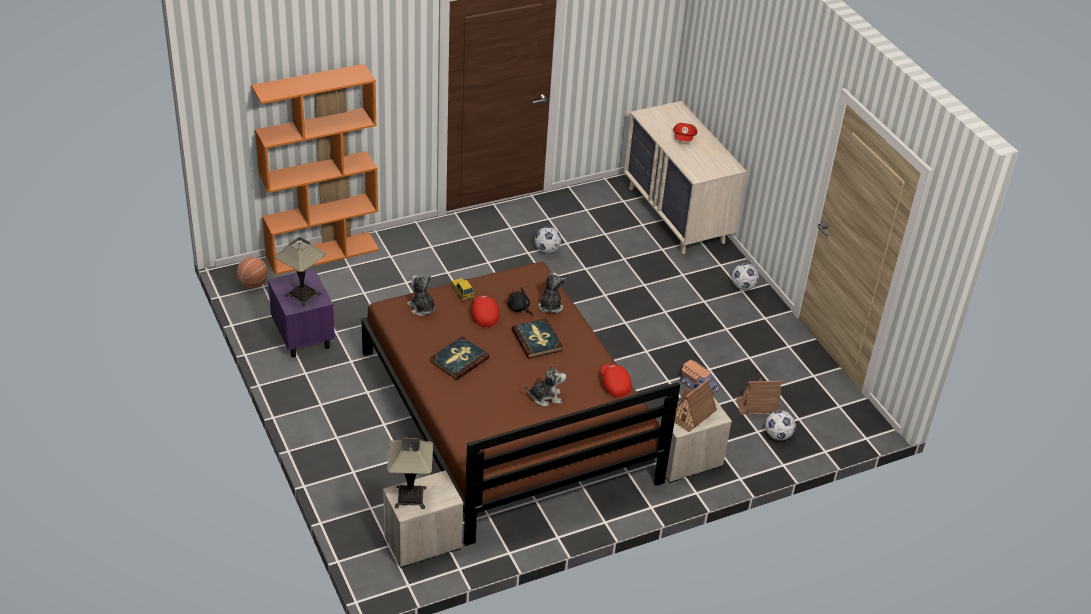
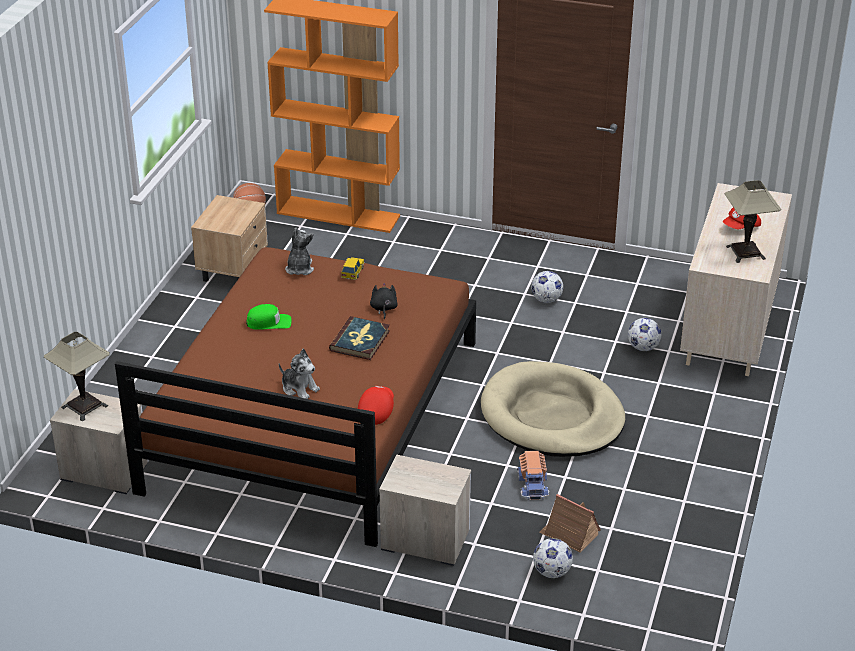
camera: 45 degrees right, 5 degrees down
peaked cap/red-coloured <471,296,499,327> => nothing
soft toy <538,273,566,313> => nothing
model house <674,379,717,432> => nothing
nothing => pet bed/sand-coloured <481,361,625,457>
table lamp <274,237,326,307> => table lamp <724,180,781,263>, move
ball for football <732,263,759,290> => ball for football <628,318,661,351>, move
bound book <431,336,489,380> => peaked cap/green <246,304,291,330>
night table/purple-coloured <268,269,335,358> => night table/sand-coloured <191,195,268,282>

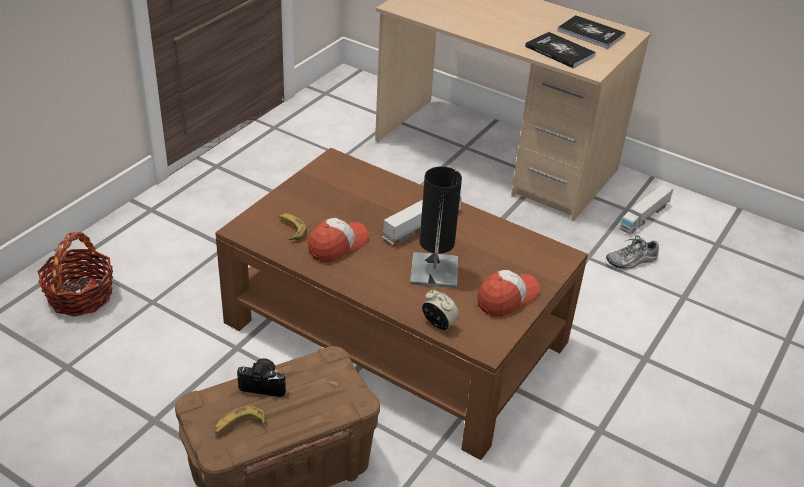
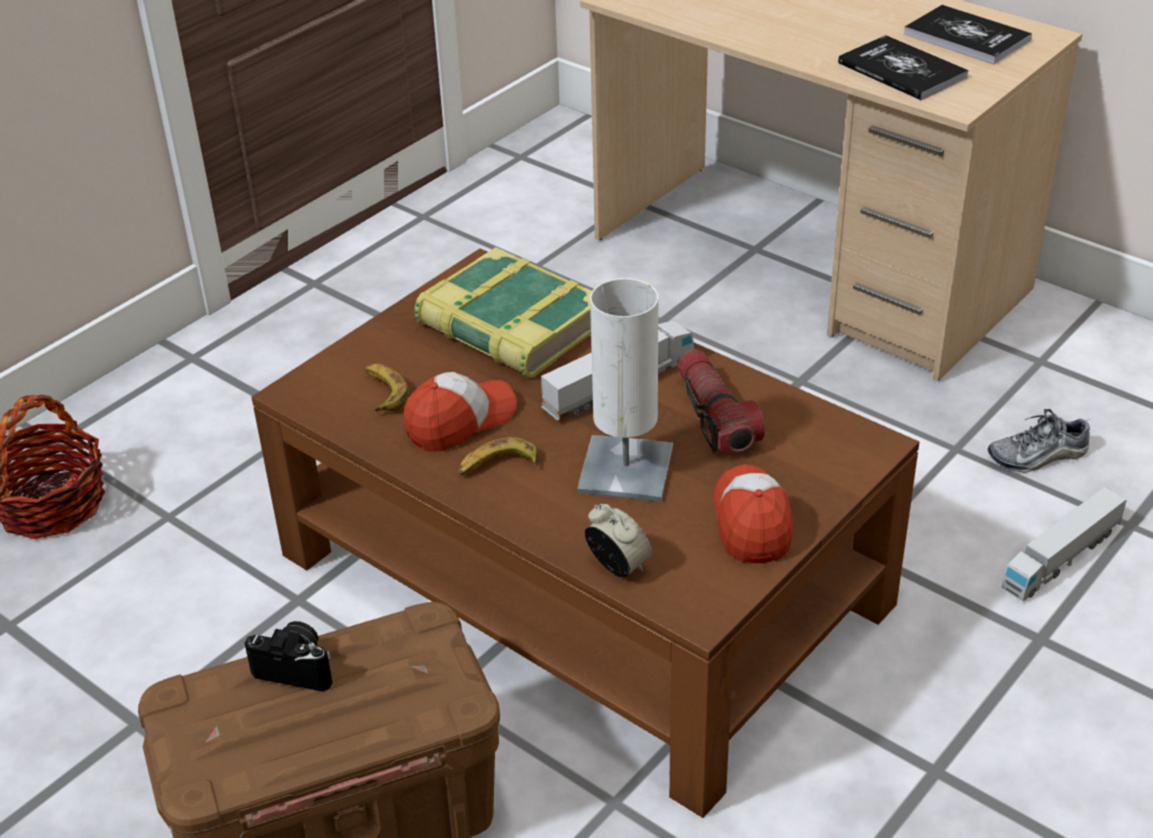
camera: 10 degrees right, 0 degrees up
nothing => bound book <414,247,592,377>
nothing => hand torch <677,349,765,453>
banana fruit <215,406,266,434> => banana fruit <459,437,538,476>, move
model truck <619,184,673,235> => model truck <1001,486,1127,601>, move
table lamp/blackish <410,166,462,288> => table lamp/white <577,278,673,502>
peaked cap <477,270,540,317> => peaked cap <713,464,793,563>, 60 degrees counterclockwise

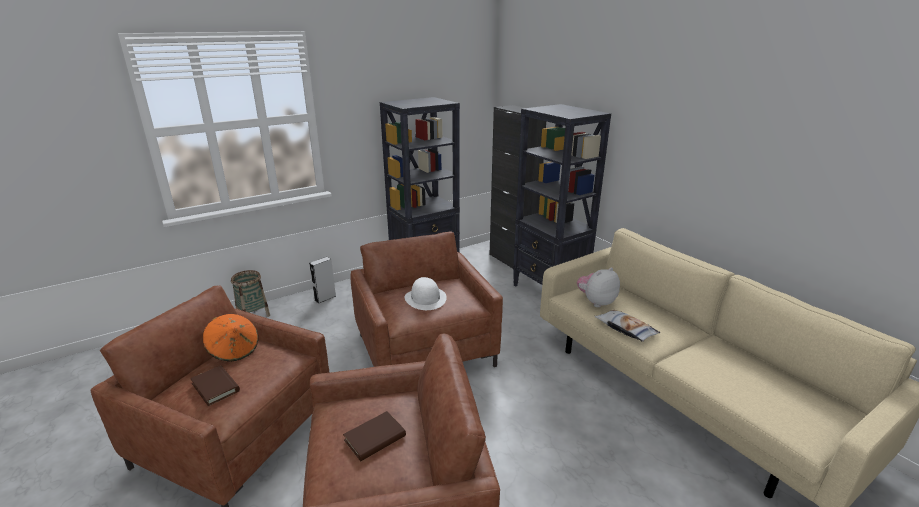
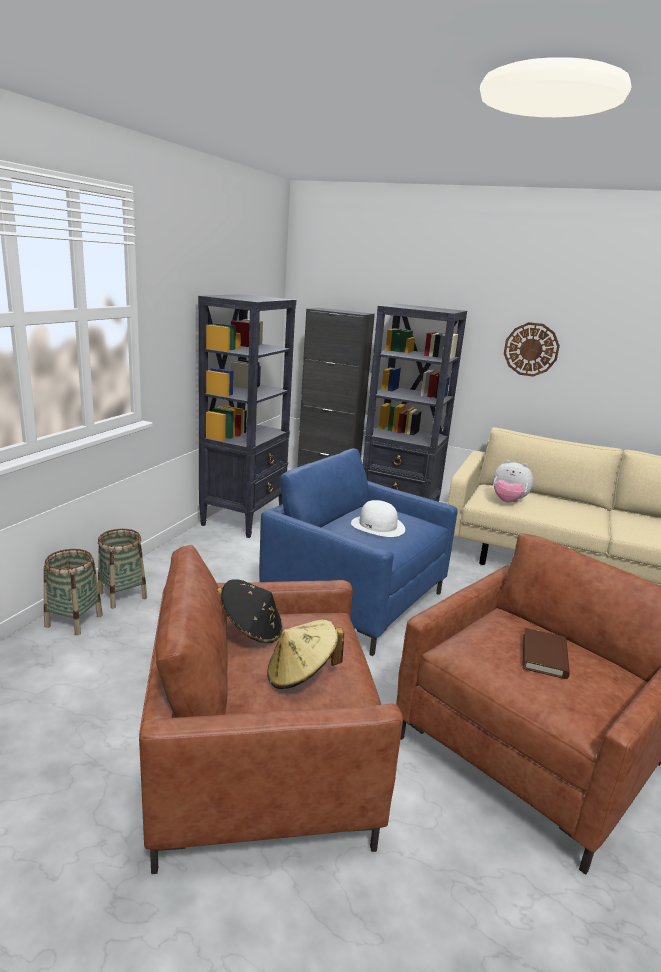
camera: 35 degrees left, 5 degrees down
audio speaker/gray <309,257,336,304> => nothing
throw pillow <594,310,660,342> => nothing
nothing => basket <98,529,147,609>
nothing => wall clock <504,322,560,377>
bound book/brown-coloured <190,365,240,406> => wearable hat/sand-coloured <267,620,344,689>
wearable hat/orange <203,314,258,362> => wearable hat/blackish <217,579,282,643>
armchair/brown-coloured <350,231,503,367> => armchair/bluish <259,449,458,656>
soft toy <577,267,620,307> => soft toy <493,460,533,502>, 90 degrees counterclockwise

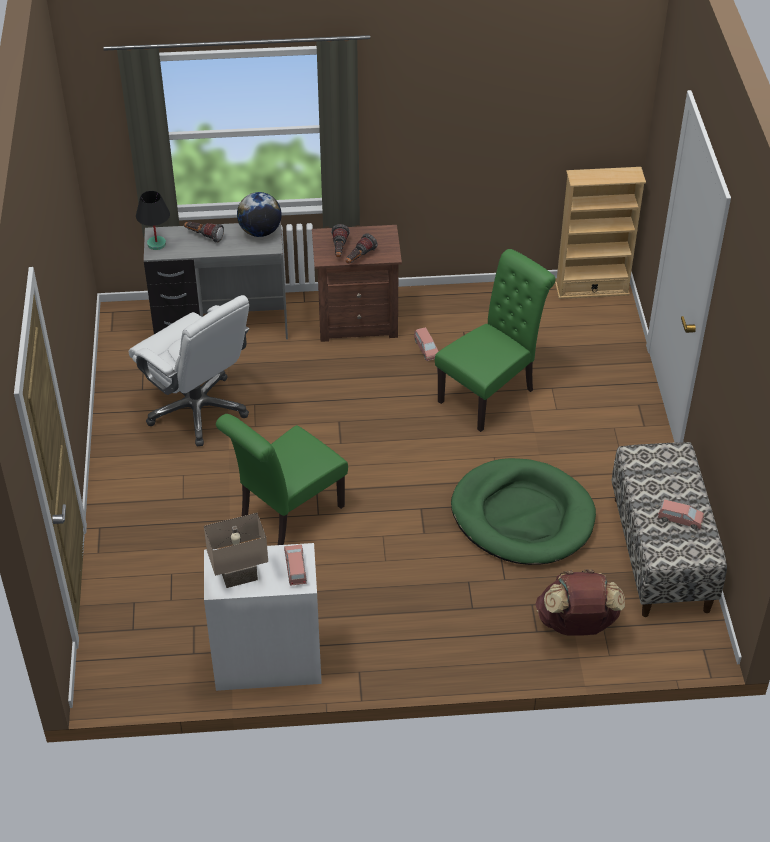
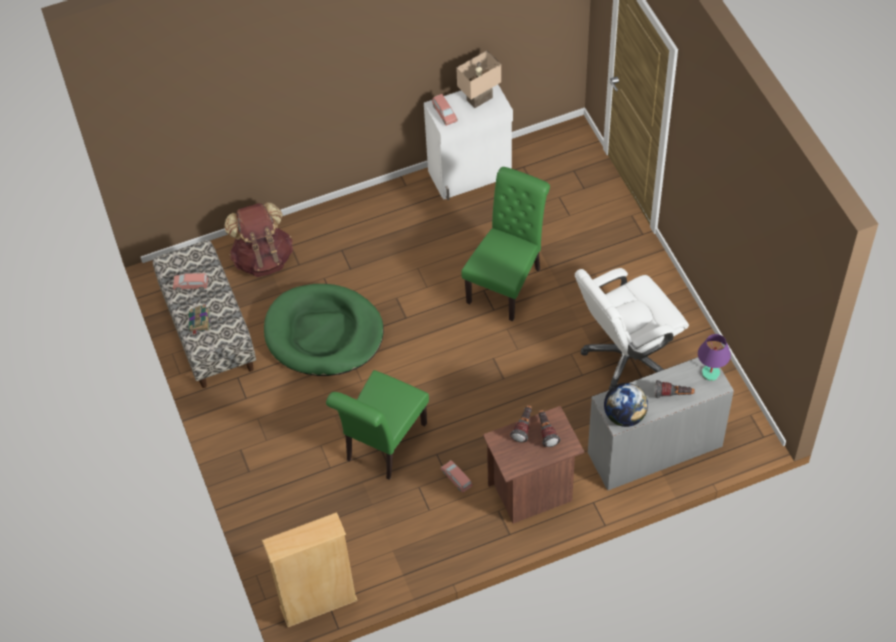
camera: 165 degrees right, 10 degrees up
nothing => bound book <189,304,210,335>
table lamp/blackish <136,191,170,250> => table lamp/purple-coloured <698,334,731,381>
desk chair/white <129,295,249,446> => desk chair/white <575,268,689,390>, 60 degrees counterclockwise

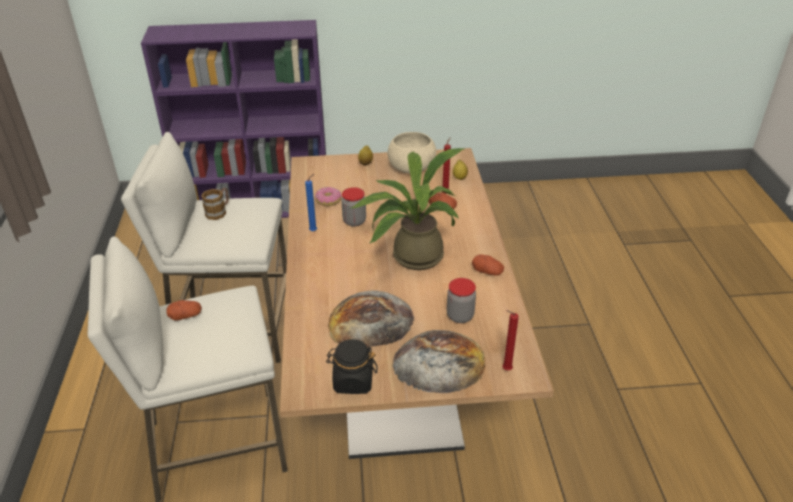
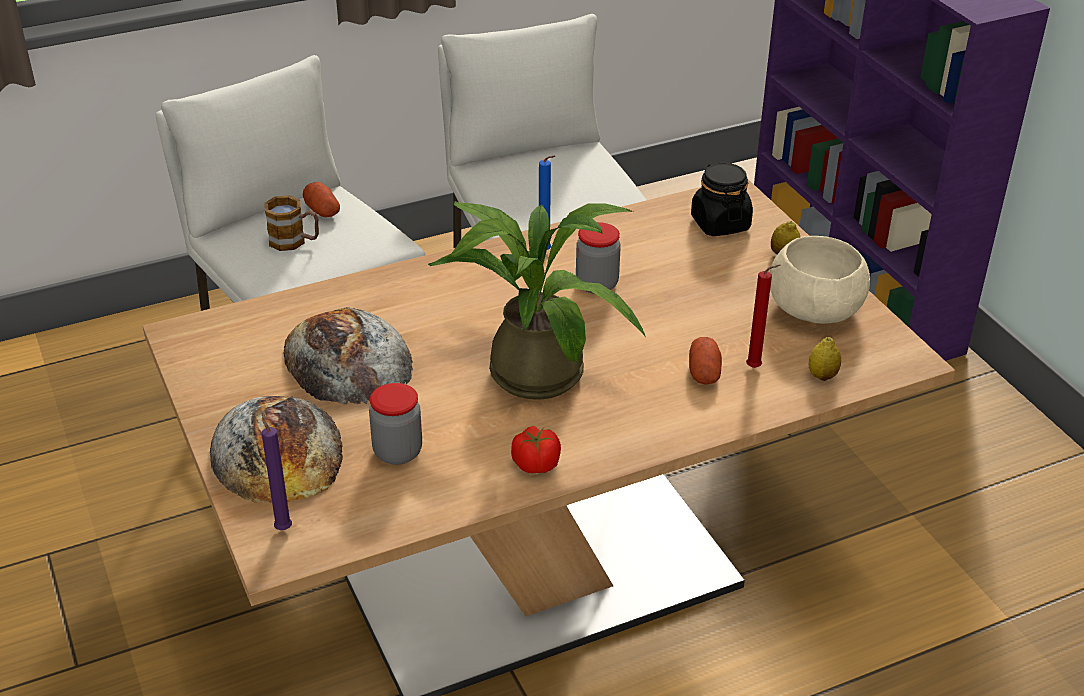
camera: 70 degrees right, 0 degrees up
ring doughnut <315,187,342,206> => nothing
tea mug <201,188,229,220> => tea mug <265,195,319,251>, move
jar/blackish <326,339,378,394> => jar/blackish <691,163,753,236>, move
spud <472,254,504,276> => tomato <511,426,561,474>
candle/red-coloured <503,310,519,370> => candle/purple-coloured <261,411,292,530>

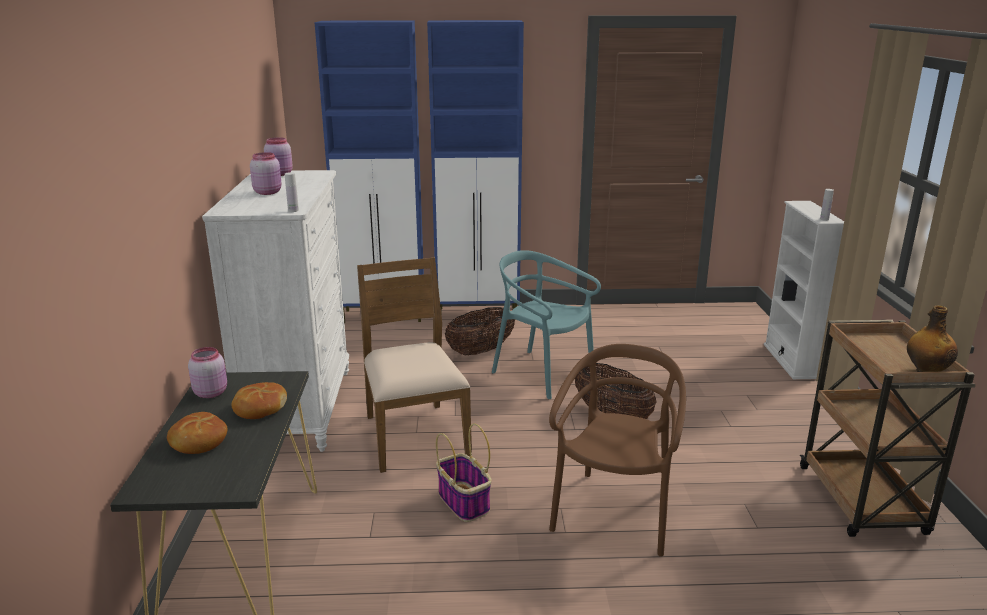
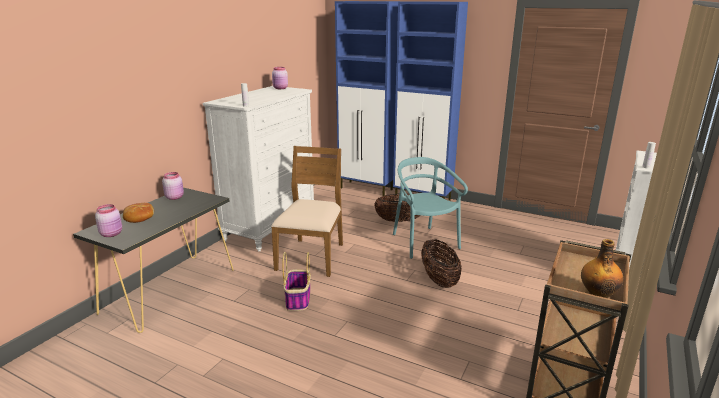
camera: 30 degrees right, 0 degrees up
baked bread <232,382,287,419> => nothing
chair/brown-coloured <549,344,686,557> => nothing
jar/pink-coloured <250,152,282,195> => jar/pink-coloured <95,204,122,237>, move

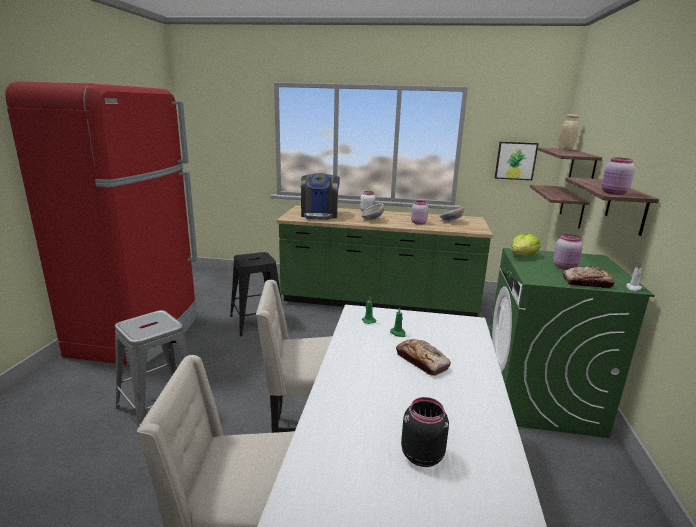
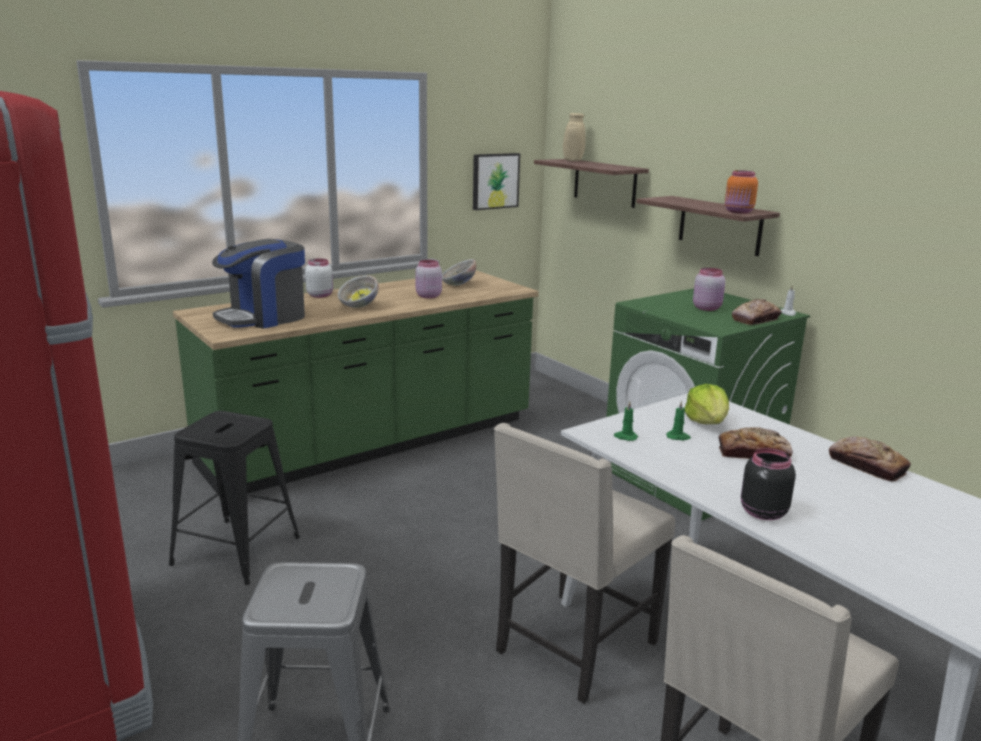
camera: 45 degrees left, 0 degrees up
wall shelf <530,185,590,229> => nothing
nothing => baked bread <829,437,911,481>
jar/blackish <401,397,449,467> => jar/blackish <741,448,796,520>, move
lettuce <511,233,540,256> => lettuce <684,384,729,424>, move
jar/pink-coloured <601,157,635,195> => jar/orange <725,170,758,214>
coffee machine <301,173,340,220> => coffee machine <212,239,305,329>, 90 degrees clockwise

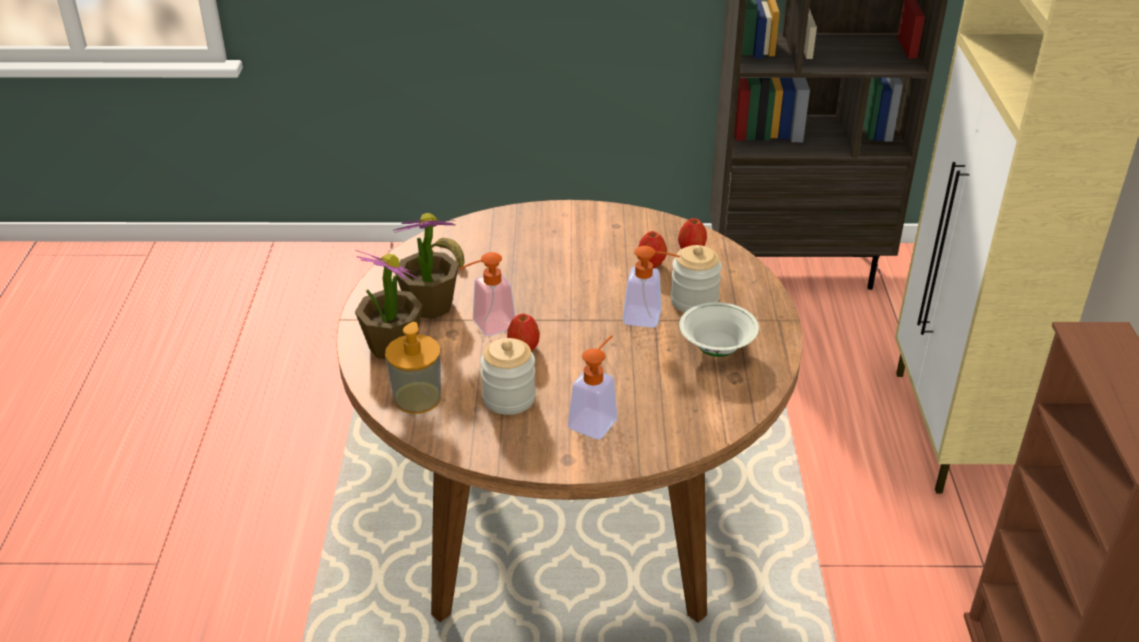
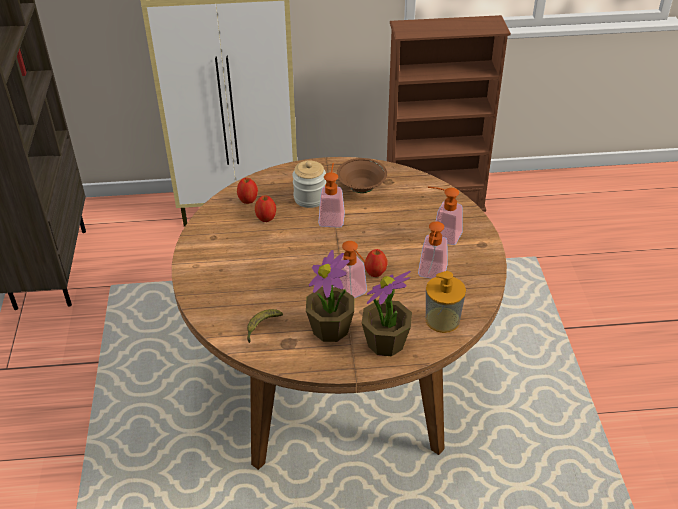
camera: 95 degrees left, 5 degrees up
jar <480,338,536,415> => soap dispenser <418,221,448,279>
serving bowl/white <679,302,759,357> => serving bowl/brown-coloured <337,158,387,193>

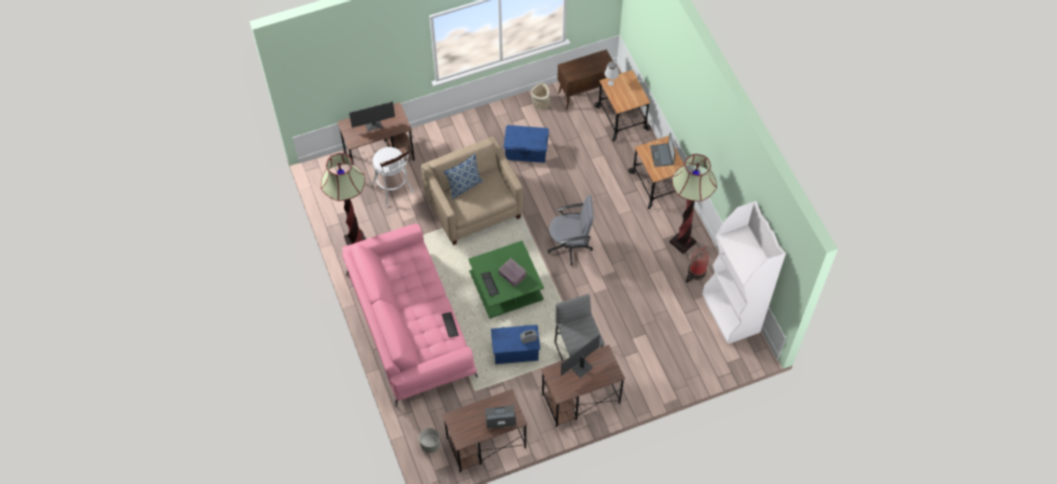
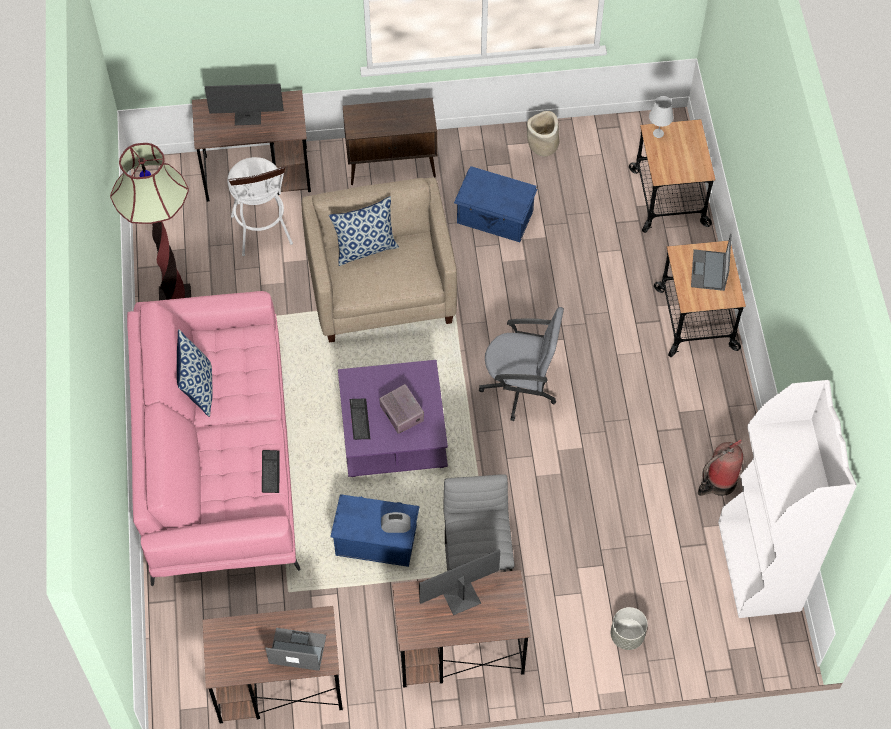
camera: 15 degrees right, 0 degrees up
floor lamp <670,154,717,254> => nothing
nothing => throw pillow <177,329,213,417>
flower pot/gray <419,428,440,453> => flower pot/gray <611,607,648,650>, move
cabinet/brown-coloured <557,49,615,110> => cabinet/brown-coloured <343,98,437,185>, move
low table/green <468,241,544,319> => low table/purple-coloured <338,360,448,477>

